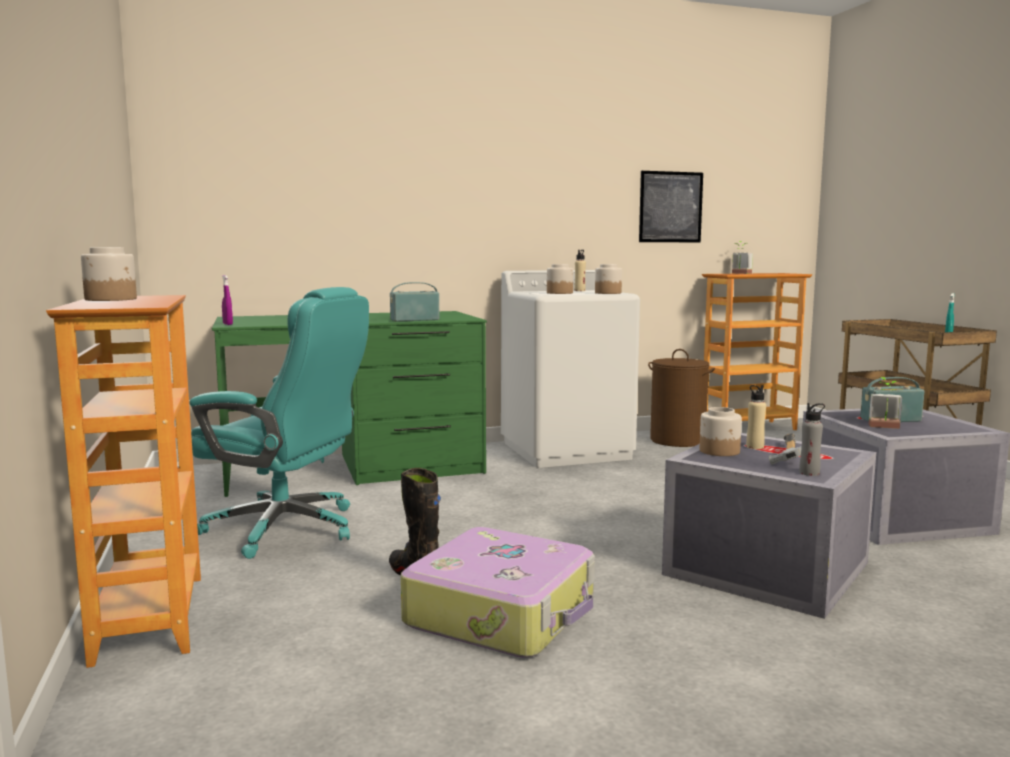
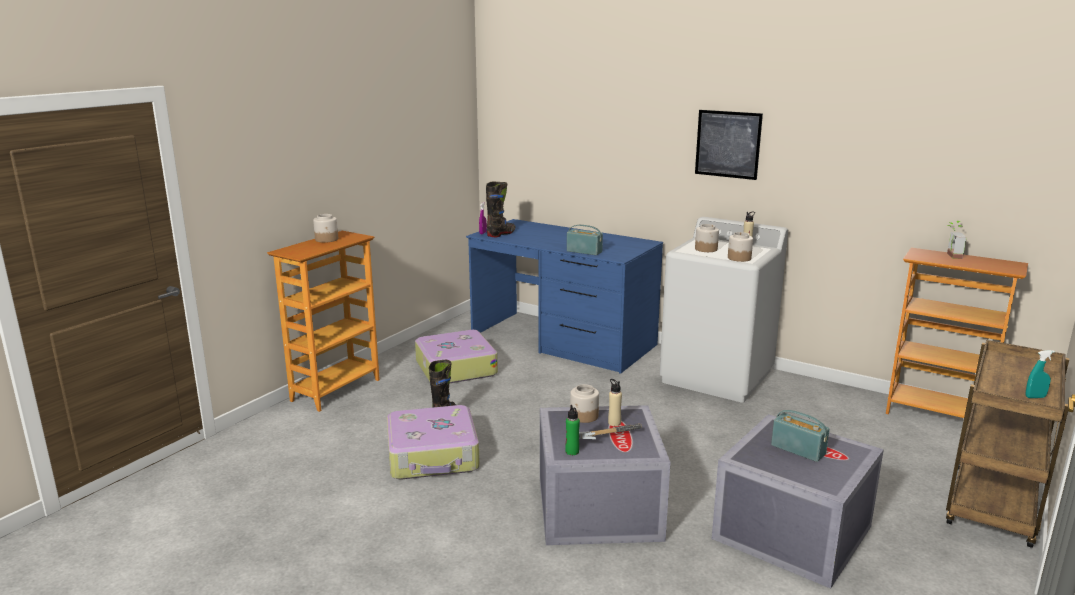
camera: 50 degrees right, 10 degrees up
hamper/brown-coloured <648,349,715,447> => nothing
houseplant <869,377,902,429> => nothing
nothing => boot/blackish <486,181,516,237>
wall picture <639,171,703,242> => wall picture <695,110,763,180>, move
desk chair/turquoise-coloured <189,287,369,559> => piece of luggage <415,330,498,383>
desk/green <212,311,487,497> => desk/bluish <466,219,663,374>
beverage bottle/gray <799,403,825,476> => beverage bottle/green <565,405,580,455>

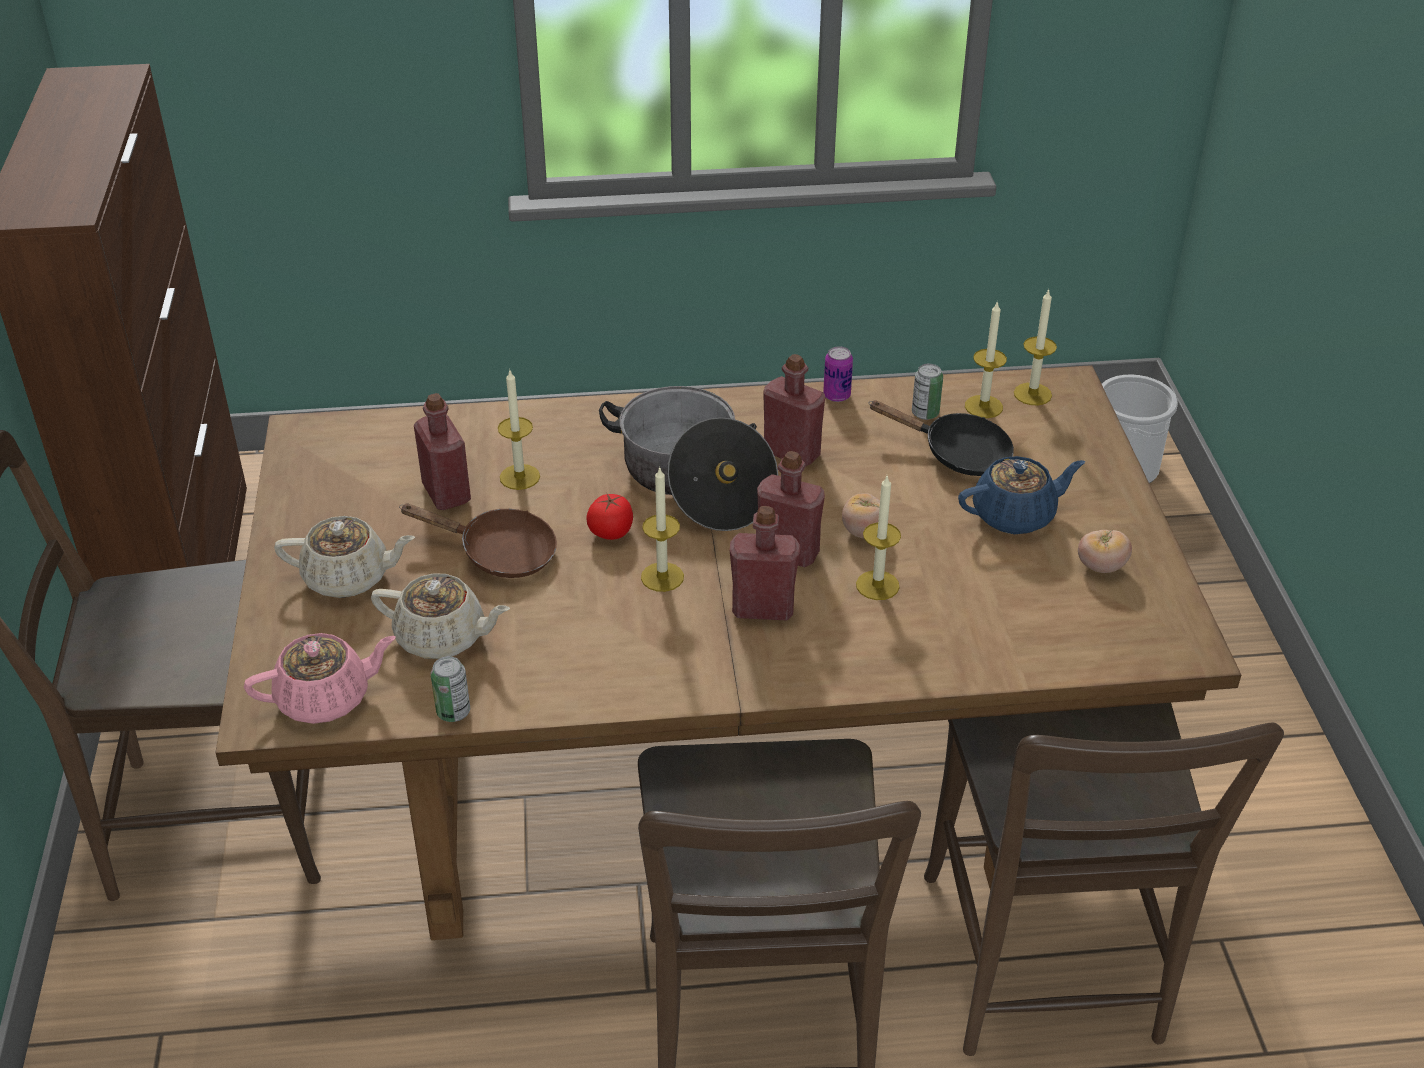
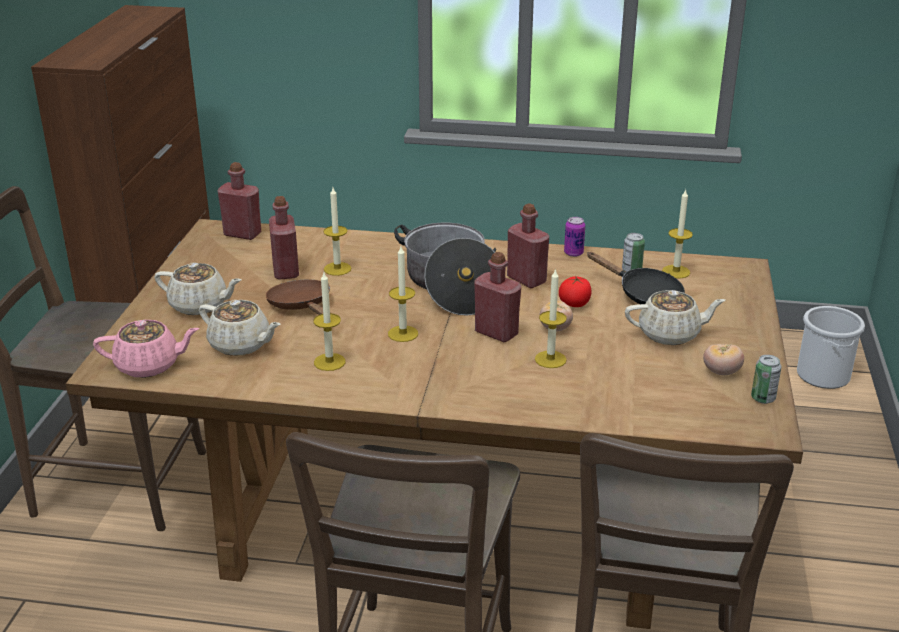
camera: 15 degrees right, 10 degrees down
sealed can <431,656,470,722> => sealed can <751,355,781,404>, move
tomato <586,494,633,540> => tomato <559,275,591,307>, move
beverage bottle/red-coloured <730,506,800,620> => beverage bottle/red-coloured <218,162,261,240>, move
candle <1014,289,1057,405> => candle <313,272,346,371>, move
teapot/bluish <958,456,1085,534> => teapot/sand-coloured <625,290,725,345>
pan/brown-coloured <399,503,557,578> => pan/brown-coloured <266,280,330,315>, 150 degrees counterclockwise

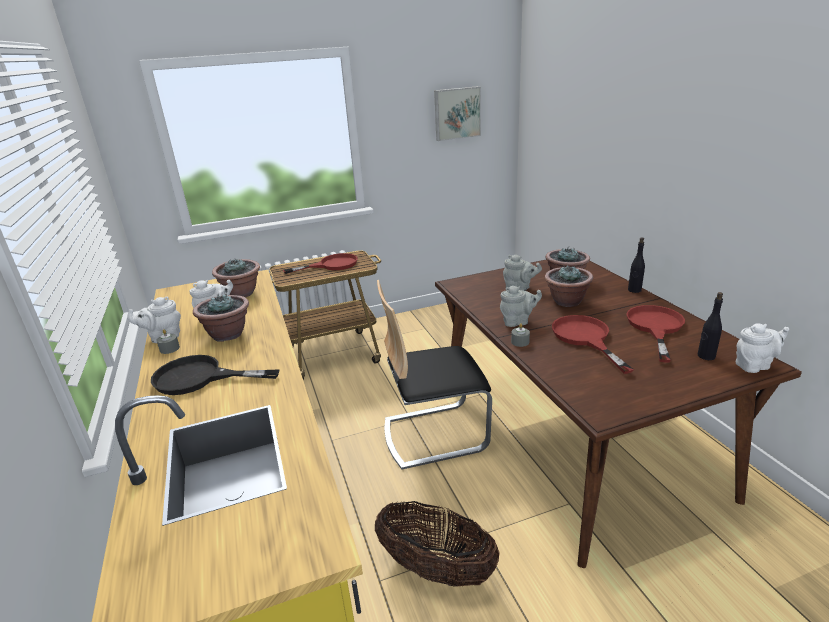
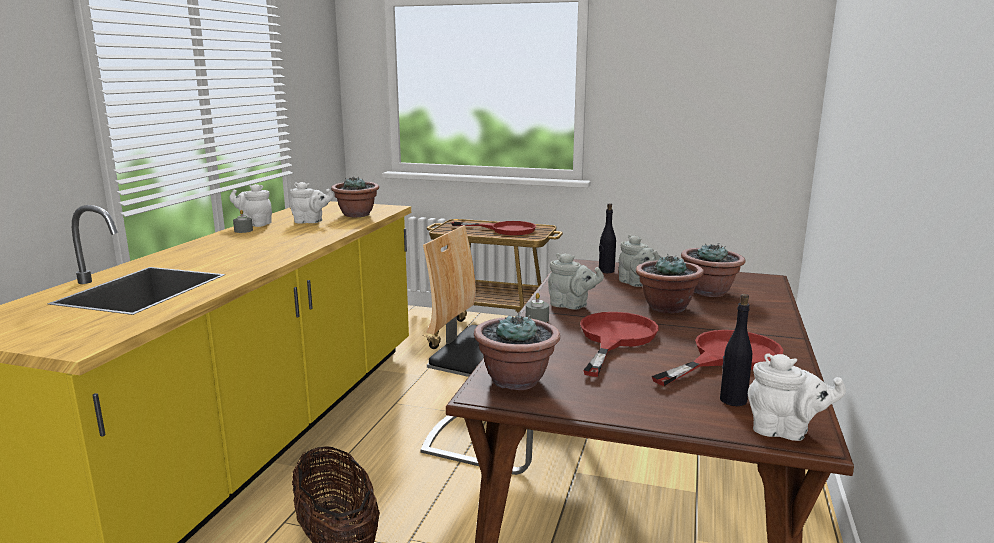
camera: 35 degrees right, 10 degrees down
pan/blackish <151,355,280,395> => nothing
wall picture <434,86,481,141> => nothing
houseplant <193,293,249,342> => houseplant <474,312,560,390>, move
beverage bottle/blackish <628,237,645,293> => beverage bottle/blackish <599,203,616,273>, move

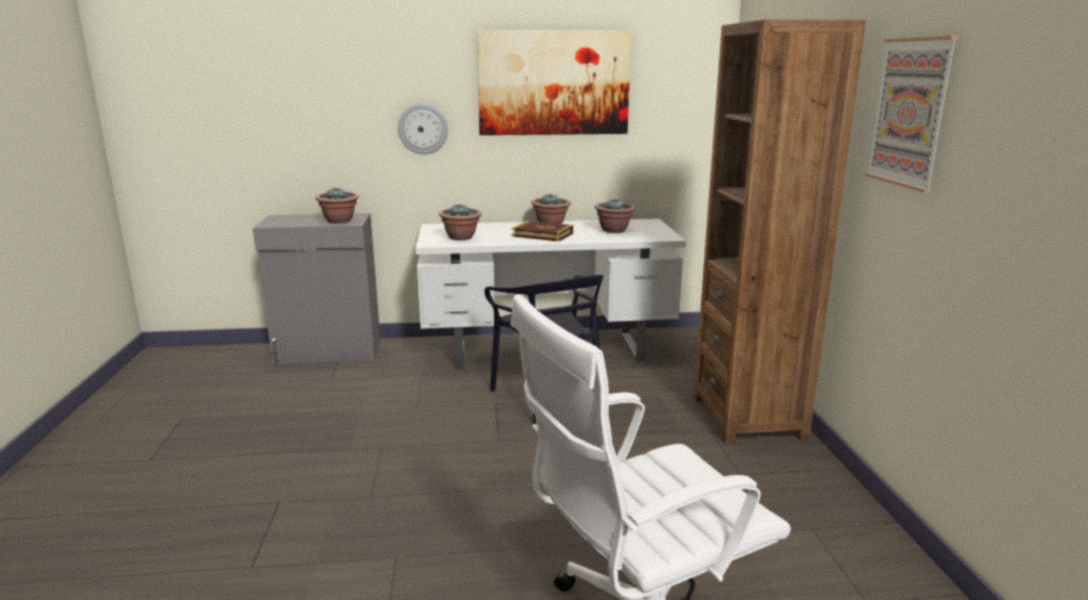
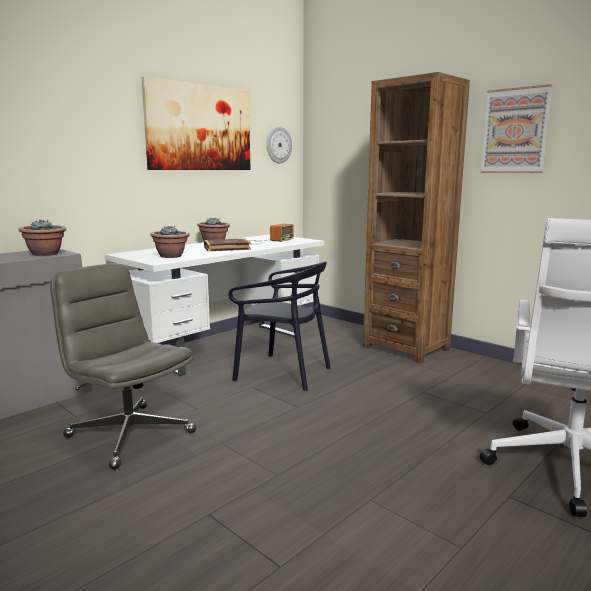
camera: 40 degrees left, 5 degrees down
nothing => desk chair/gray <50,263,196,469>
wall clock <398,104,448,154> => wall clock <267,127,292,163>, move
houseplant <595,198,635,233> => radio set <252,224,294,245>

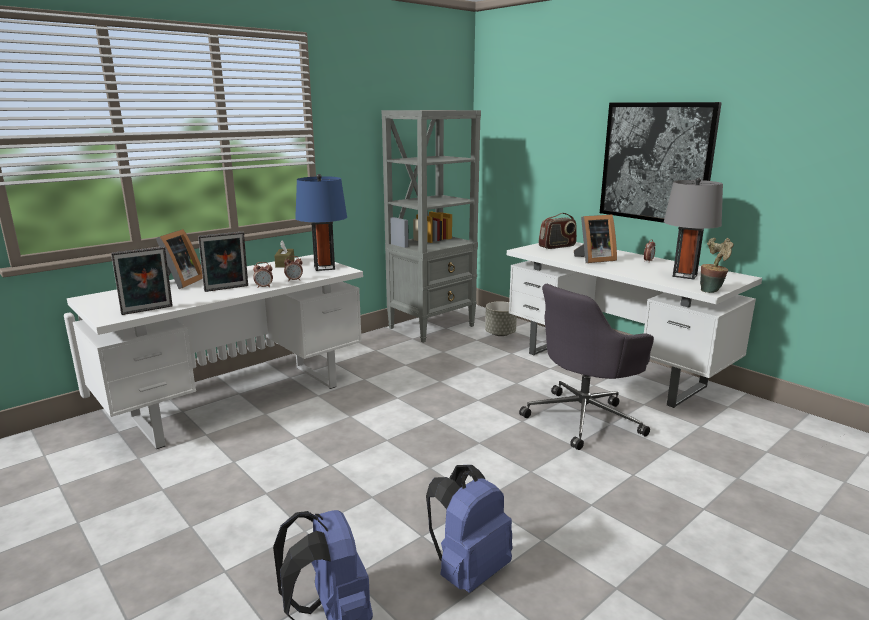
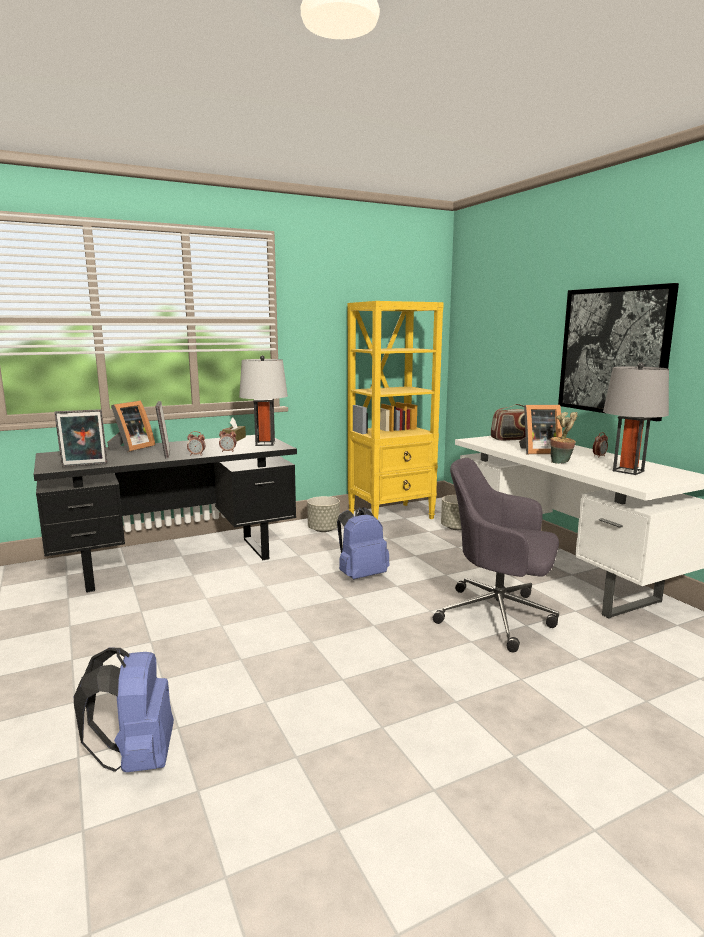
camera: 15 degrees right, 5 degrees down
nothing => flower pot/gray <307,496,340,532>
knapsack/bluish <426,465,512,593> => knapsack/bluish <337,507,389,579>, move
houseplant <700,238,734,293> => houseplant <550,412,577,464>, move
desk/white <67,255,363,449> => desk/blackish <34,435,297,593>
table lamp/bluish <295,174,347,271> => table lamp/gray <239,355,288,446>
bookshelf/gray <382,110,481,343> => bookshelf/yellow-coloured <347,301,444,519>
picture frame <198,232,248,292> => picture frame <155,401,170,459>, 90 degrees clockwise
desk chair/gray <519,284,654,450> => desk chair/gray <433,458,559,653>, 45 degrees clockwise

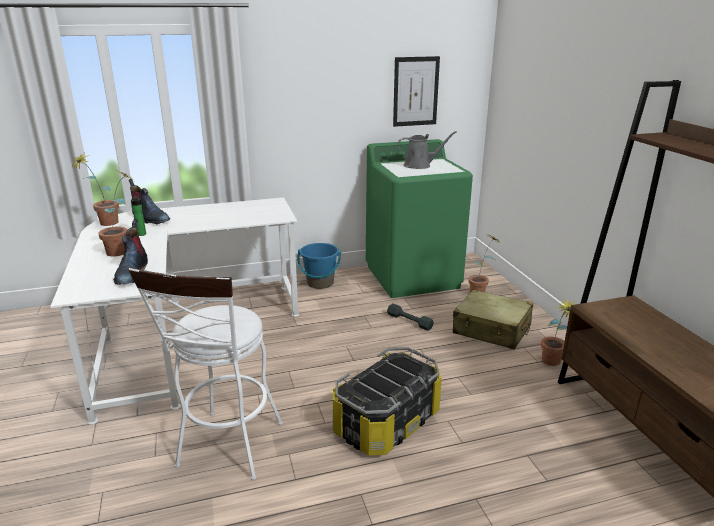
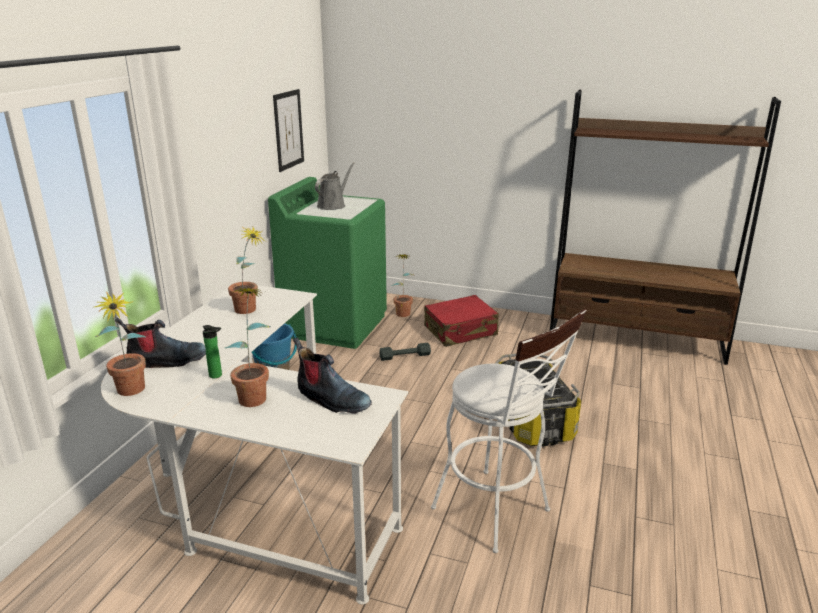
camera: 55 degrees left, 0 degrees up
houseplant <541,299,574,366> => houseplant <228,228,266,314>, move
piece of luggage/sand-coloured <453,290,533,349> => piece of luggage/red-coloured <424,295,499,347>

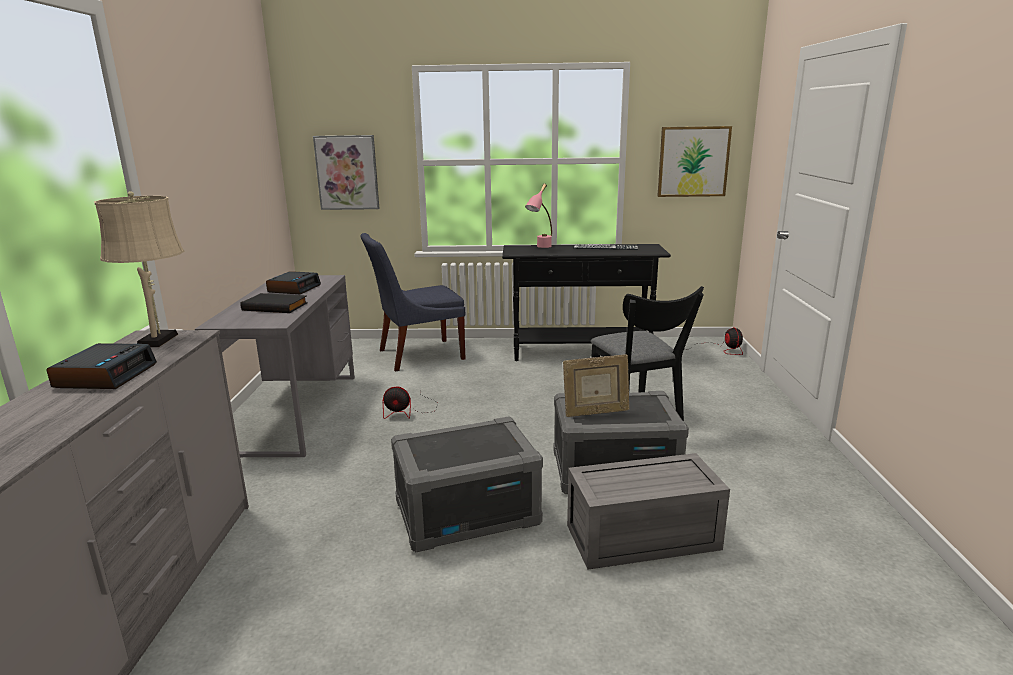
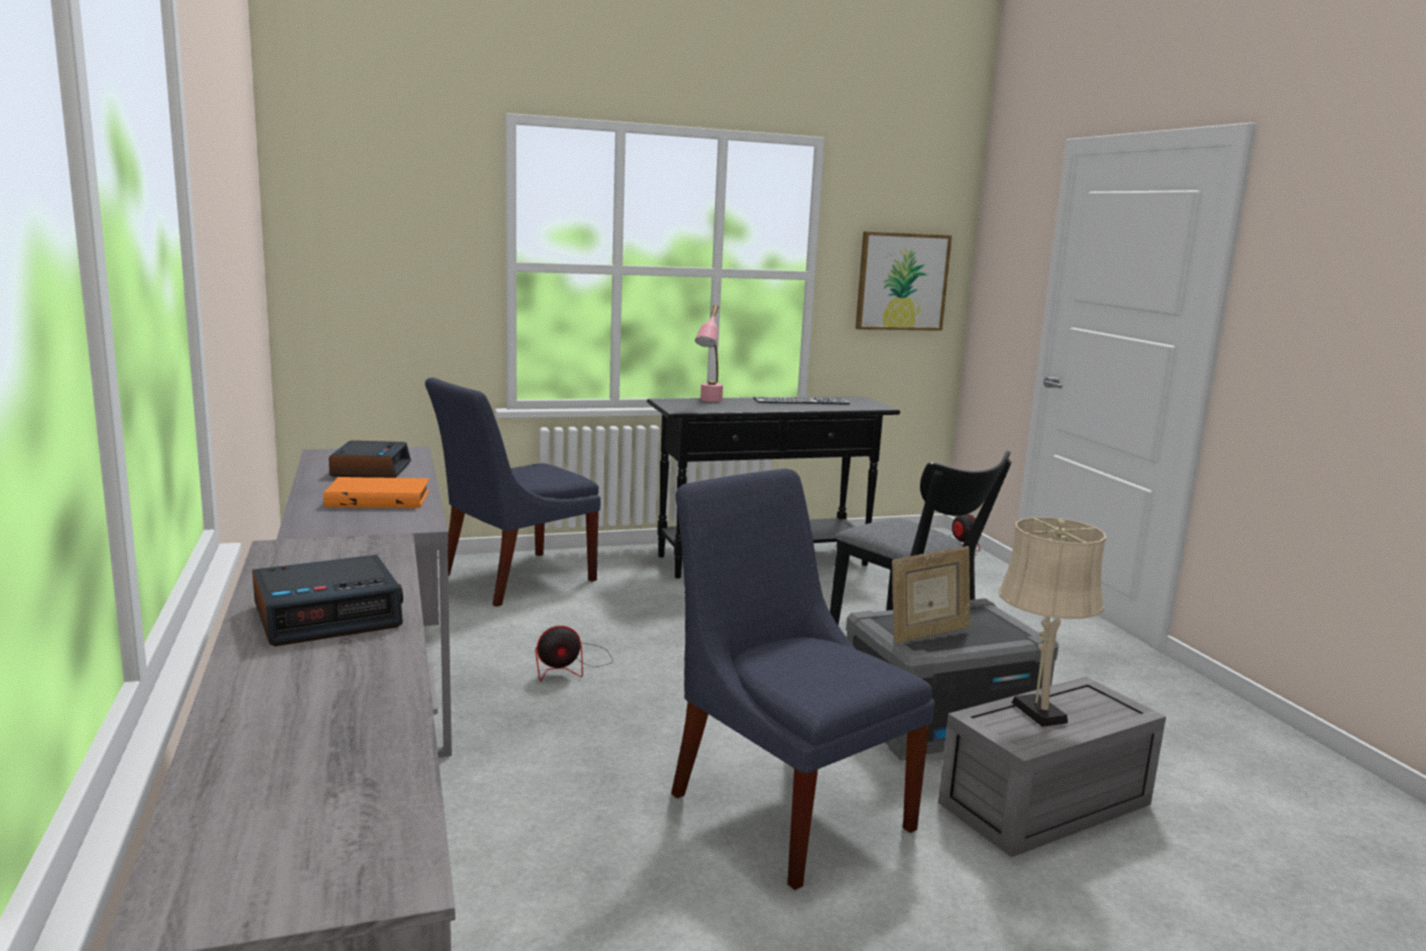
camera: 20 degrees left, 5 degrees down
wall picture <313,135,380,210> => nothing
table lamp/sand-coloured <94,191,185,347> => table lamp/sand-coloured <999,517,1106,727>, move
storage container/gray <391,416,543,552> => chair/bluish <671,468,935,890>
bound book/blackish <241,293,308,313> => bound book/orange <323,477,430,508>
table clock <46,343,157,389> => table clock <252,555,403,646>, 75 degrees clockwise

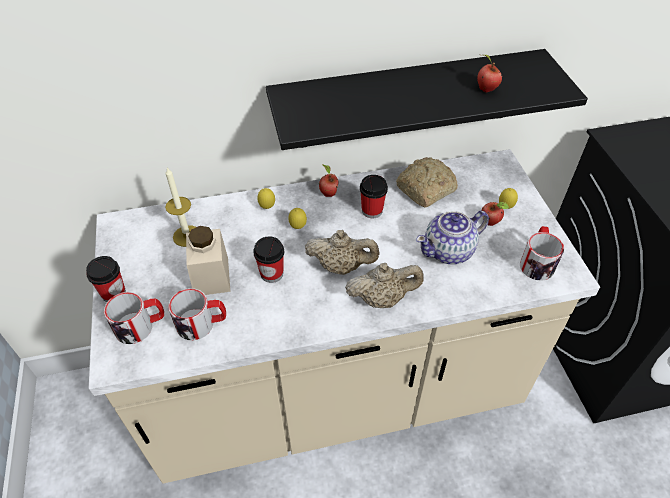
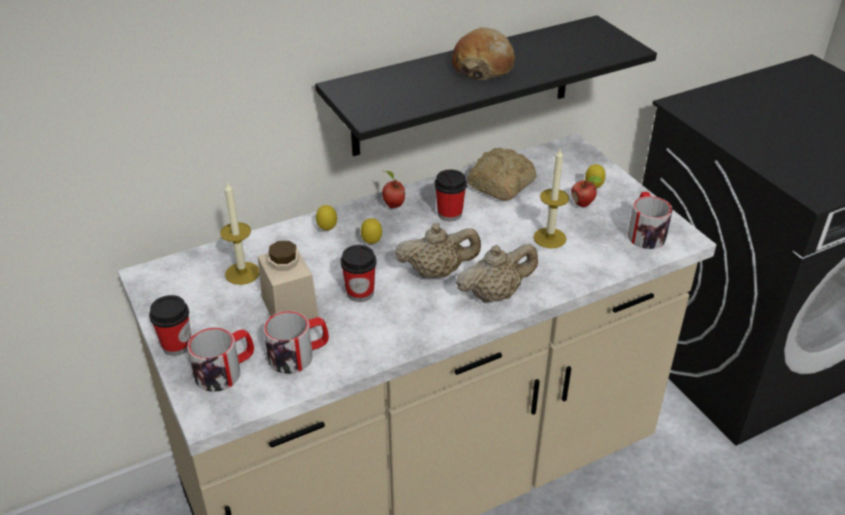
camera: 15 degrees left, 10 degrees down
apple <477,55,502,92> => nothing
nothing => baked bread <452,27,515,80>
teapot <416,211,489,264> => candle <533,147,569,248>

